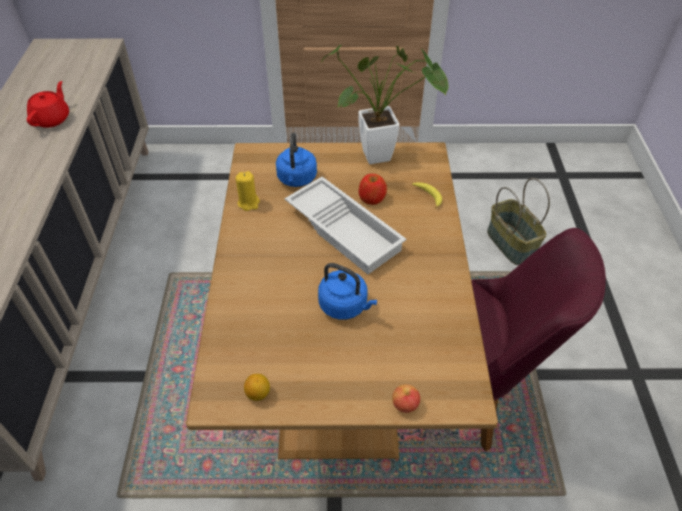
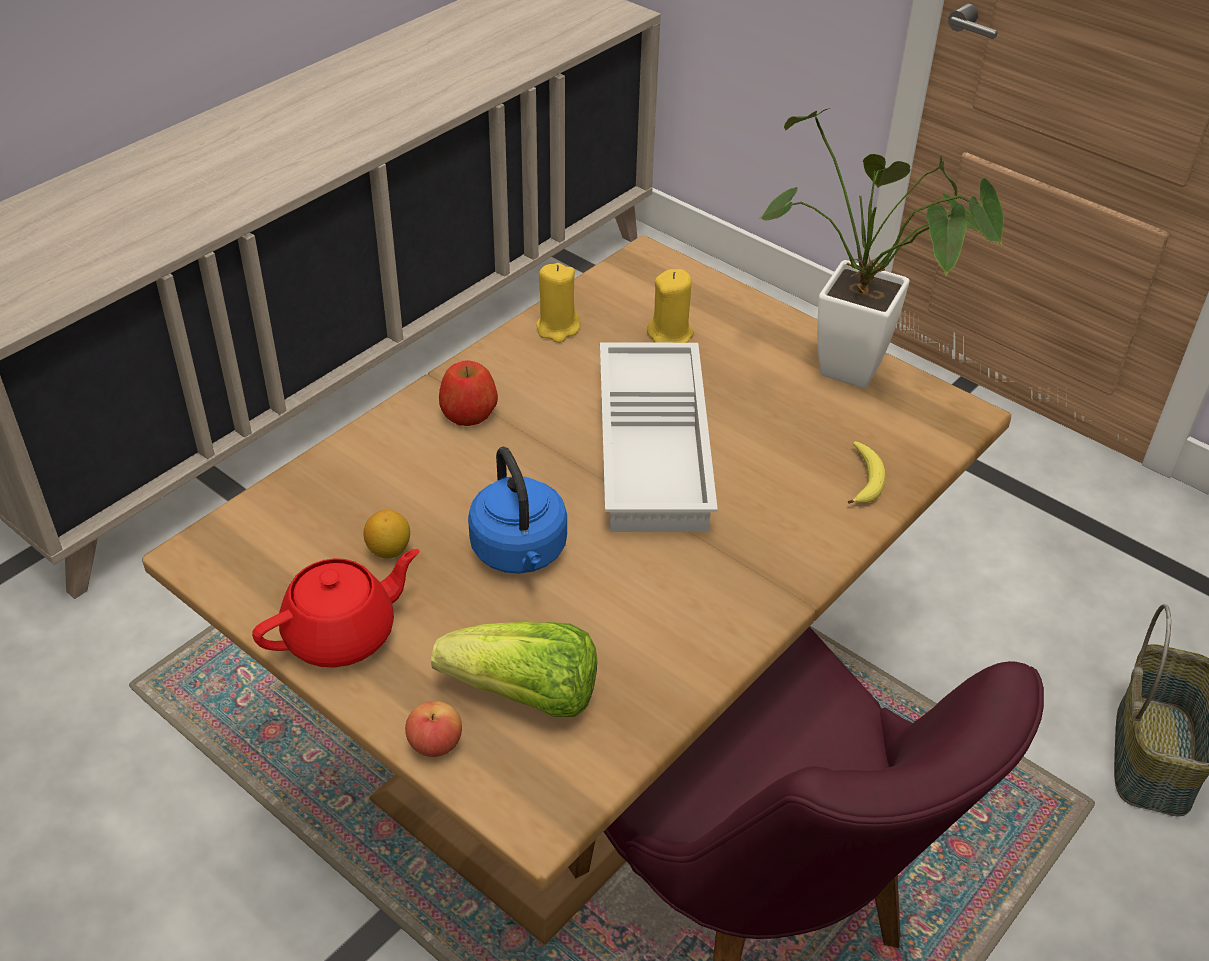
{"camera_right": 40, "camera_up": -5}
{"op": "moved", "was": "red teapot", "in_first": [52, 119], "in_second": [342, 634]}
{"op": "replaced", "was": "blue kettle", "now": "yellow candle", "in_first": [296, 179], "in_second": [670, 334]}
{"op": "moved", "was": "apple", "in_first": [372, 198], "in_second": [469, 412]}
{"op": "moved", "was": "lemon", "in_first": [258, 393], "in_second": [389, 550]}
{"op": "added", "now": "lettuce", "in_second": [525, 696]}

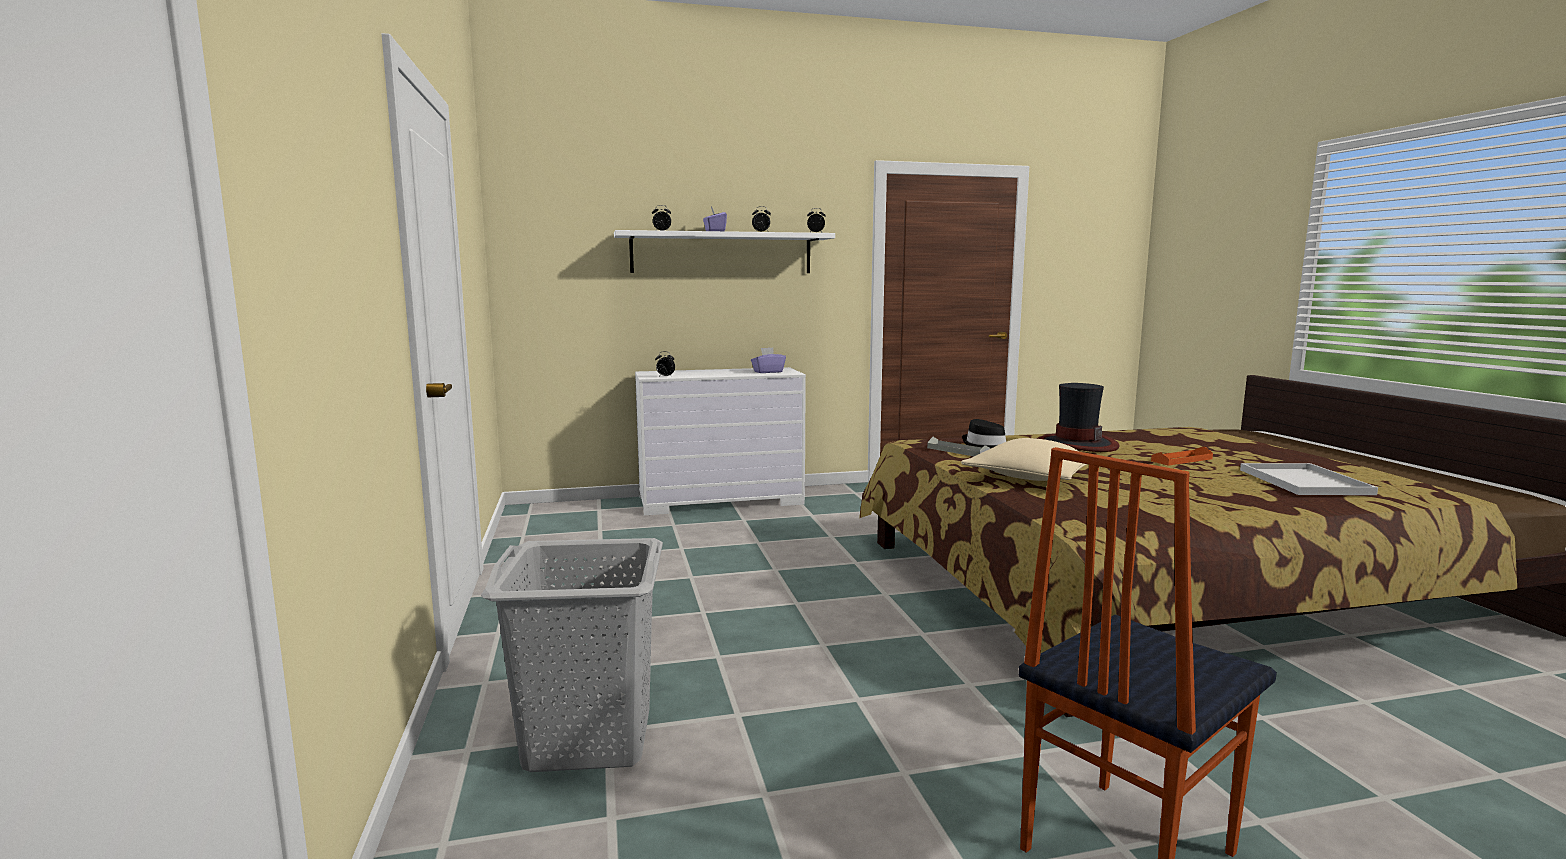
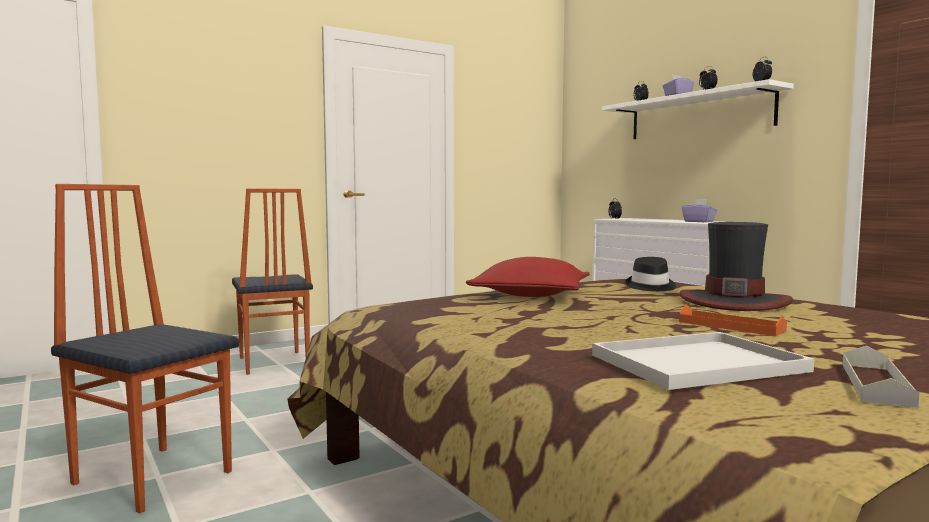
{"camera_right": 70, "camera_up": -5}
{"op": "moved", "was": "grey tray", "in_first": [958, 451], "in_second": [876, 384]}
{"op": "recoloured", "was": "beige pillow", "now": "red pillow", "in_first": [1030, 476], "in_second": [531, 295]}
{"op": "replaced", "was": "grey laundry basket", "now": "chair", "in_first": [589, 739], "in_second": [272, 363]}

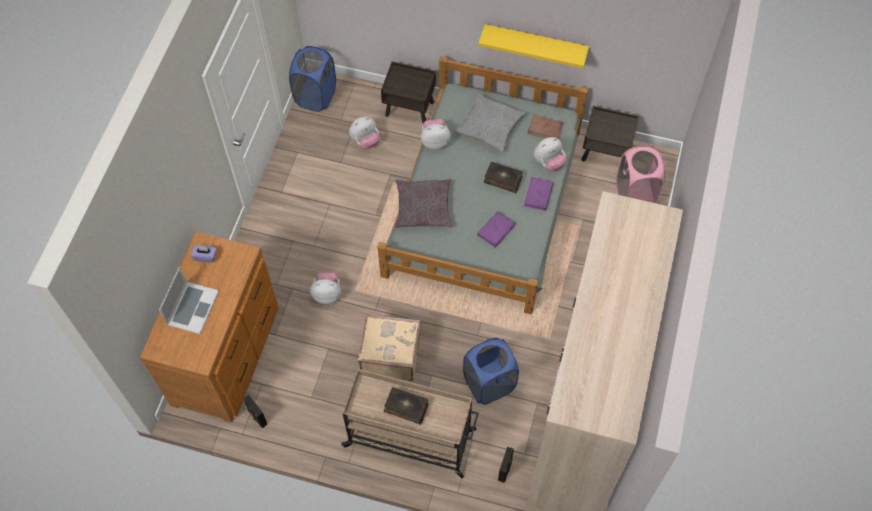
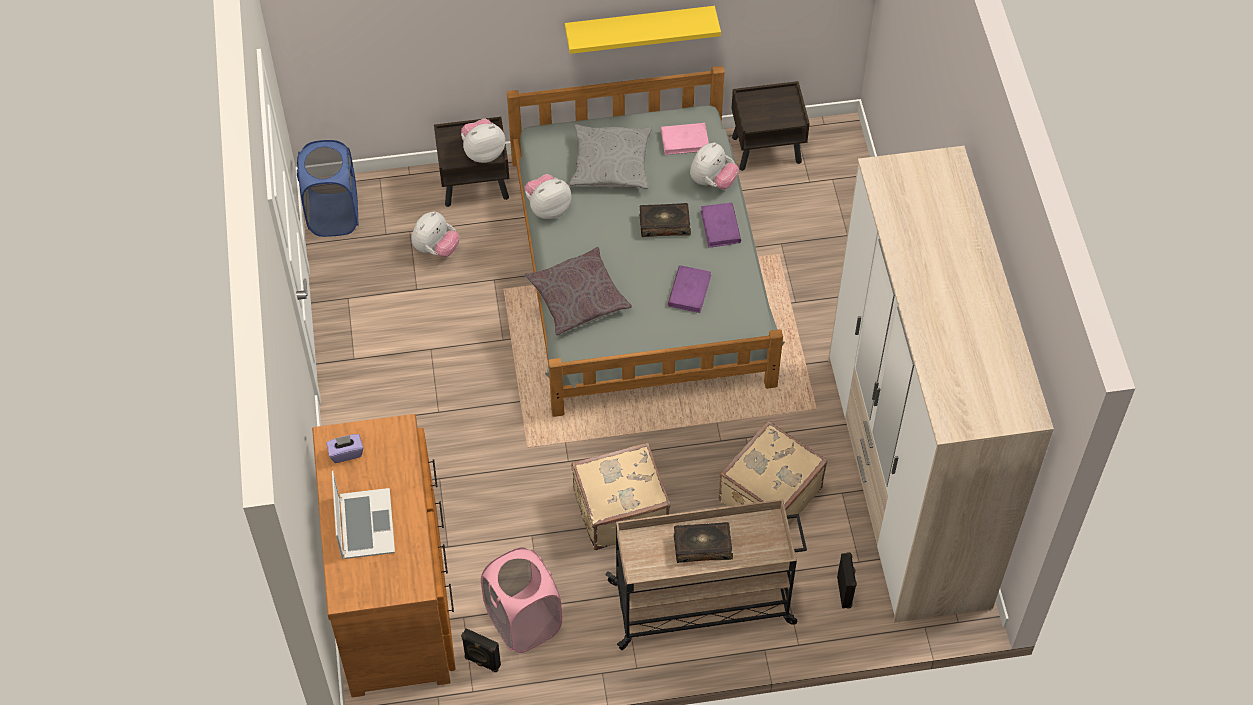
{"camera_right": -25, "camera_up": -5}
{"op": "recoloured", "was": "brown book", "now": "pink book", "in_first": [545, 129], "in_second": [685, 140]}
{"op": "moved", "was": "pink laundry basket", "in_first": [635, 194], "in_second": [523, 622]}
{"op": "moved", "was": "plush toy", "in_first": [327, 294], "in_second": [483, 152]}
{"op": "replaced", "was": "blue laundry basket", "now": "beige suitcase", "in_first": [489, 384], "in_second": [768, 494]}

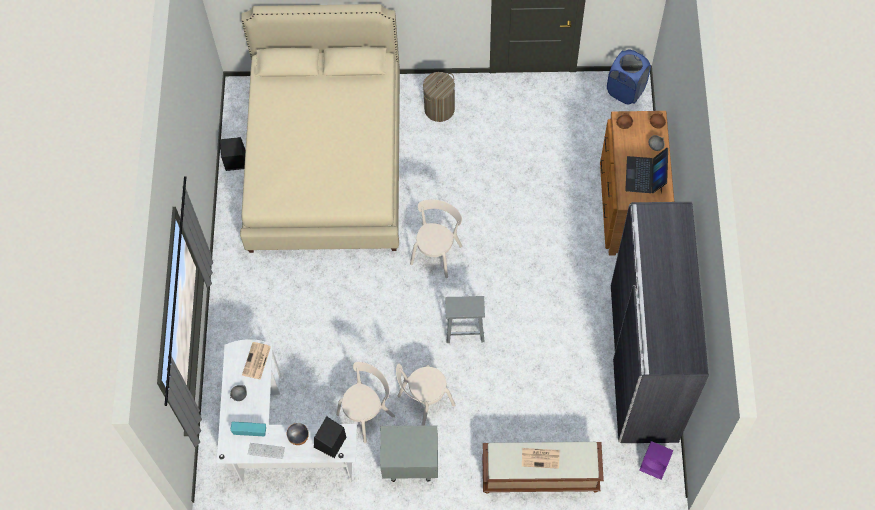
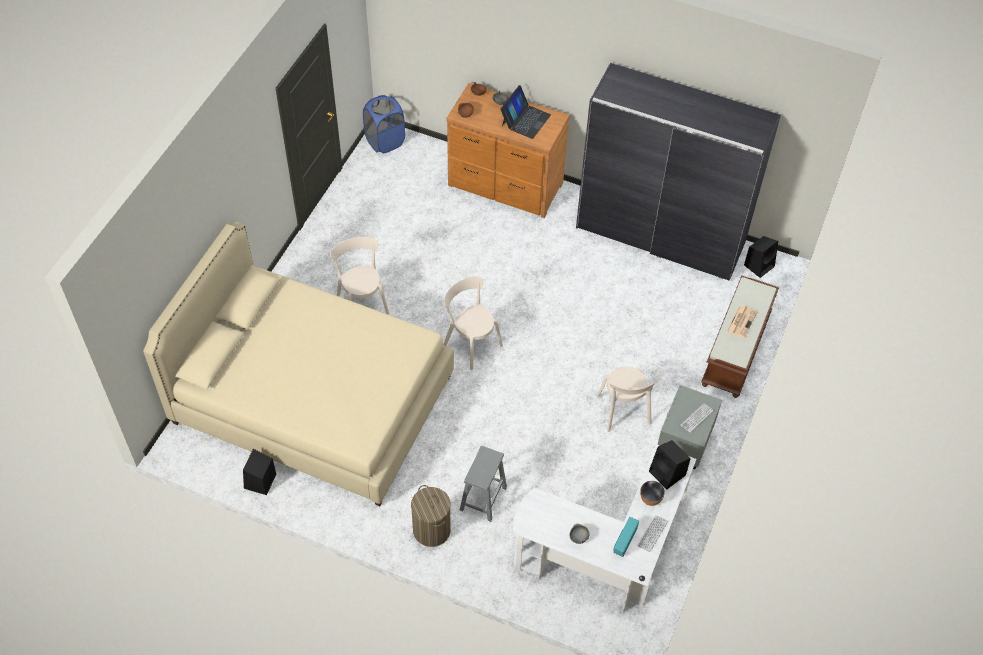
{"camera_right": -70, "camera_up": -10}
{"op": "moved", "was": "laundry basket", "in_first": [439, 109], "in_second": [431, 530]}
{"op": "turned", "was": "laptop", "in_first": [645, 175], "in_second": [525, 120], "clockwise": -90}
{"op": "moved", "was": "grey stool", "in_first": [465, 328], "in_second": [483, 497]}
{"op": "removed", "was": "newspaper", "in_first": [256, 361]}
{"op": "moved", "was": "beige chair", "in_first": [367, 413], "in_second": [362, 302]}
{"op": "recoloured", "was": "purple speaker", "now": "black speaker", "in_first": [655, 465], "in_second": [759, 265]}
{"op": "added", "now": "keyboard", "in_second": [696, 418]}

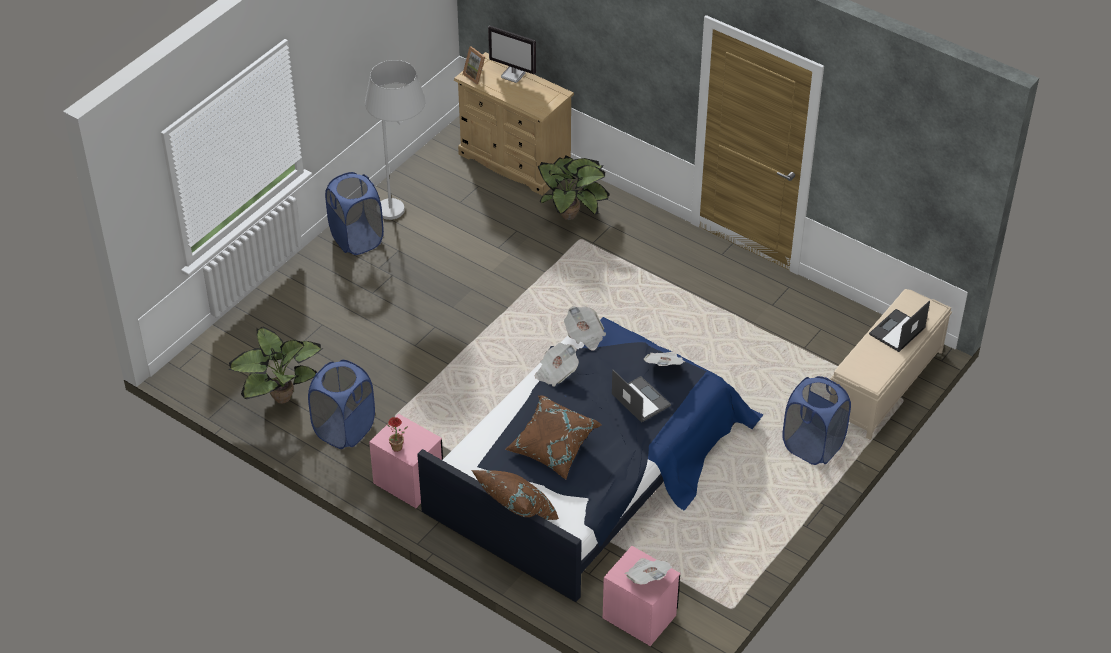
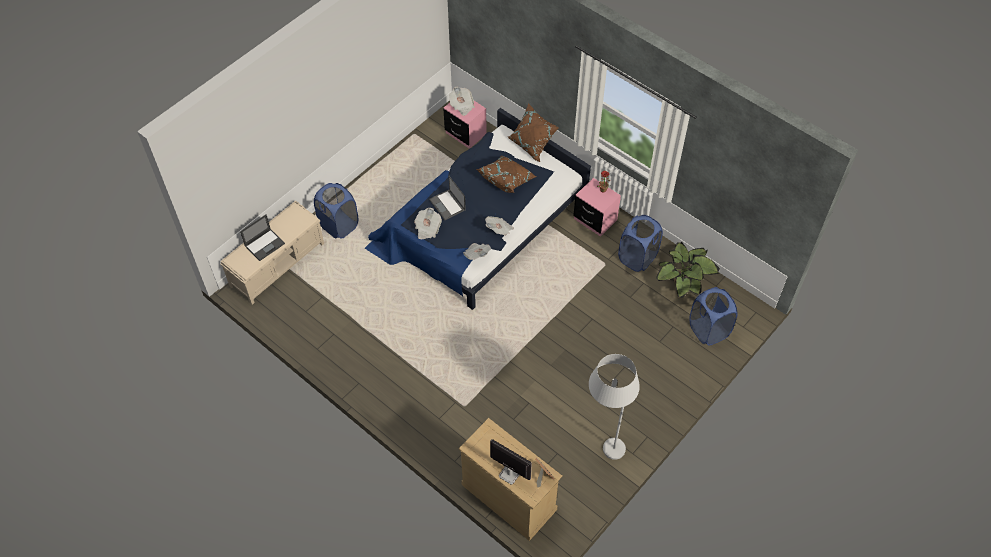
{"camera_right": -175, "camera_up": 10}
{"op": "removed", "was": "potted plant", "in_first": [572, 214]}
{"op": "moved", "was": "blue laundry basket", "in_first": [357, 239], "in_second": [708, 330]}

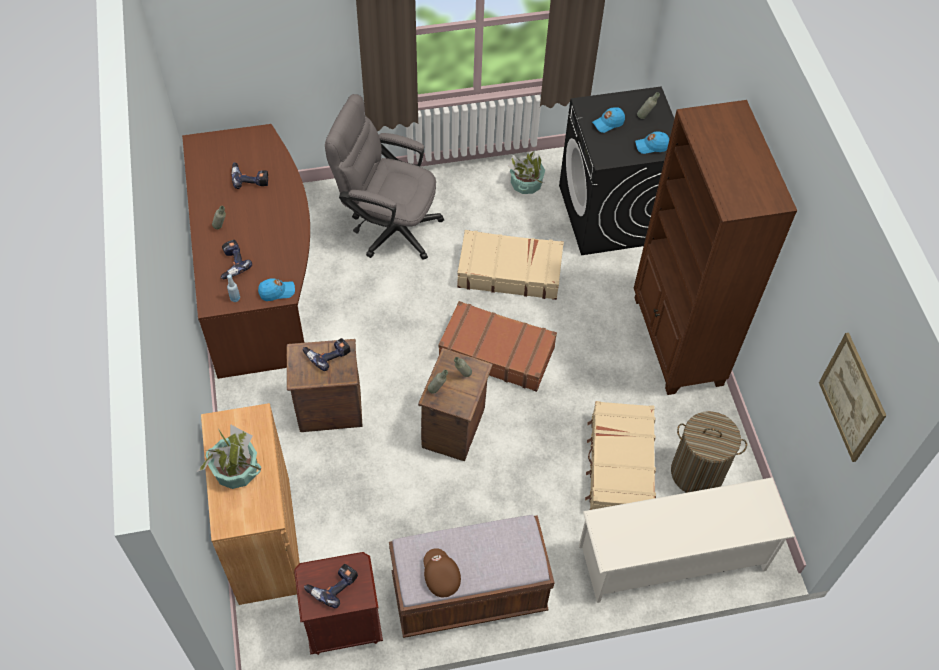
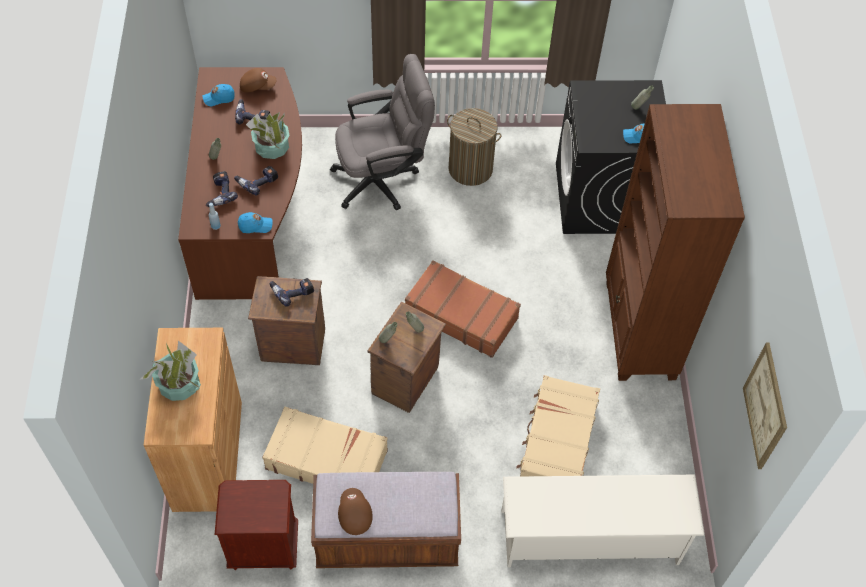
{"camera_right": 10, "camera_up": 0}
{"op": "turned", "was": "grey office chair", "in_first": [388, 226], "in_second": [383, 179], "clockwise": 135}
{"op": "moved", "was": "blue cap", "in_first": [608, 123], "in_second": [219, 98]}
{"op": "moved", "was": "potted plant", "in_first": [526, 184], "in_second": [272, 147]}
{"op": "moved", "was": "beige suitcase", "in_first": [509, 271], "in_second": [326, 458]}
{"op": "moved", "was": "laundry basket", "in_first": [697, 472], "in_second": [470, 169]}
{"op": "moved", "was": "power drill", "in_first": [332, 585], "in_second": [257, 181]}
{"op": "added", "now": "brown cap", "in_second": [257, 86]}

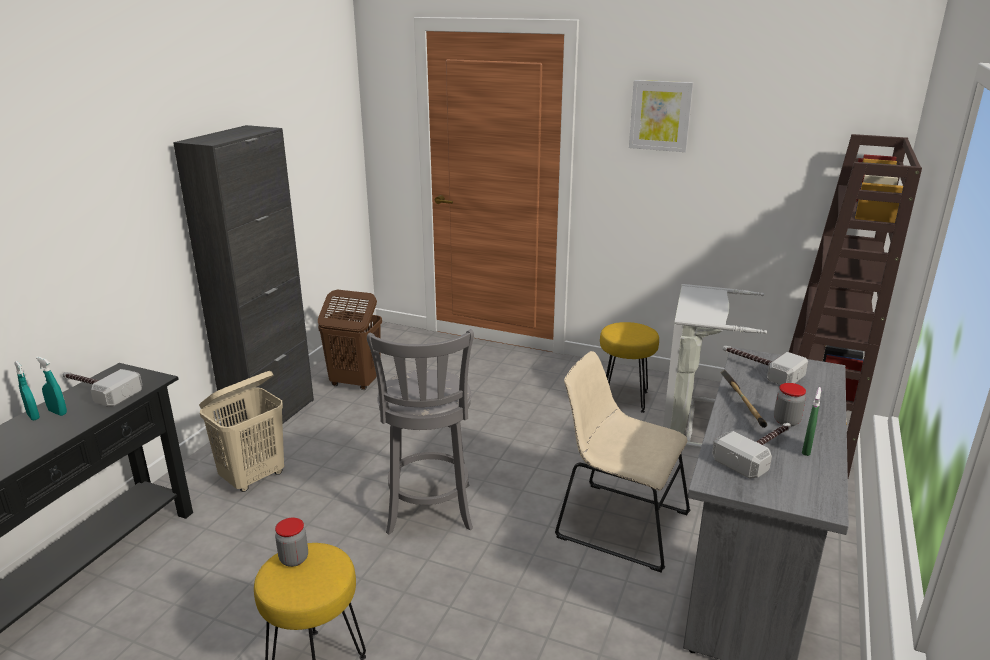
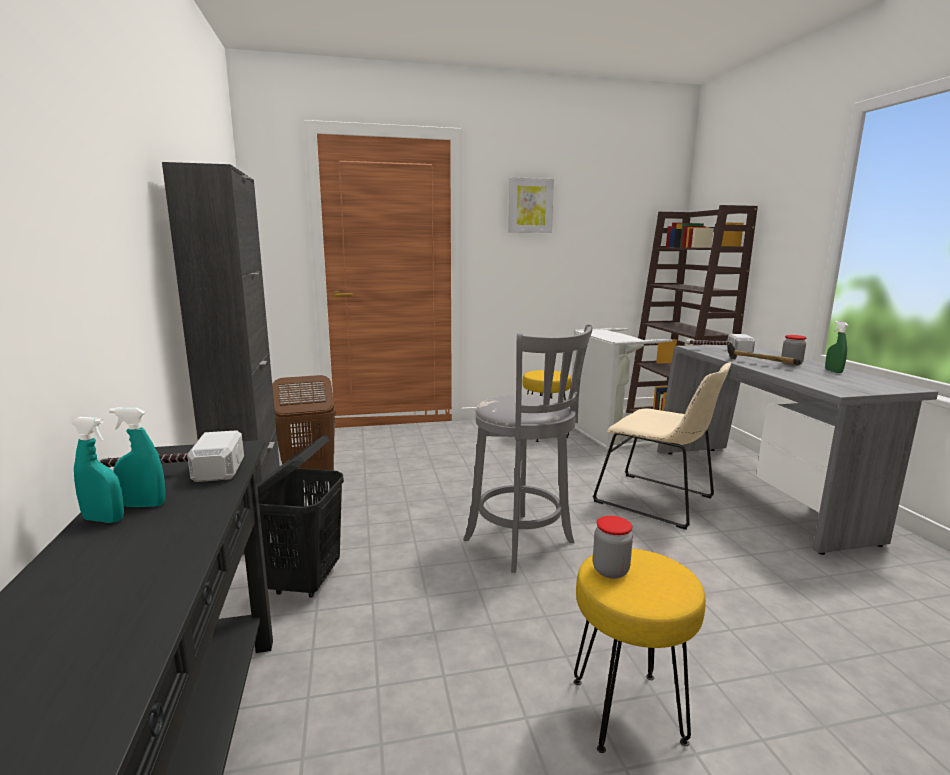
{"camera_right": -35, "camera_up": -10}
{"op": "turned", "was": "beige chair", "in_first": [617, 523], "in_second": [658, 501], "clockwise": -135}
{"op": "recoloured", "was": "beige laundry basket", "now": "black laundry basket", "in_first": [253, 477], "in_second": [305, 581]}
{"op": "removed", "was": "hammer", "in_first": [759, 452]}

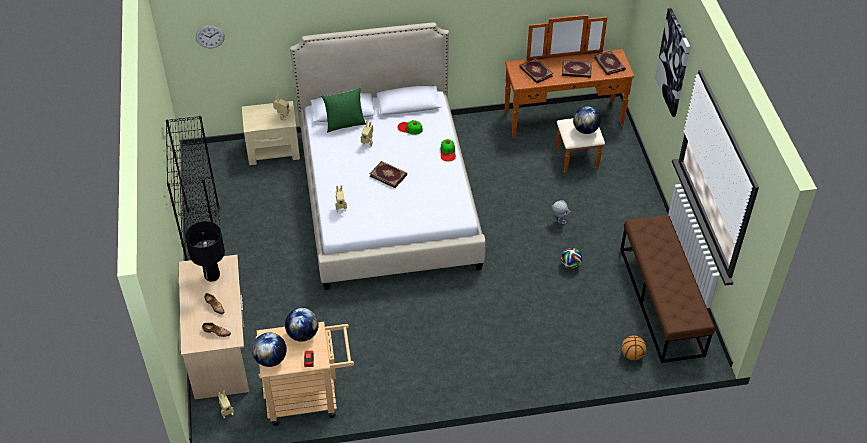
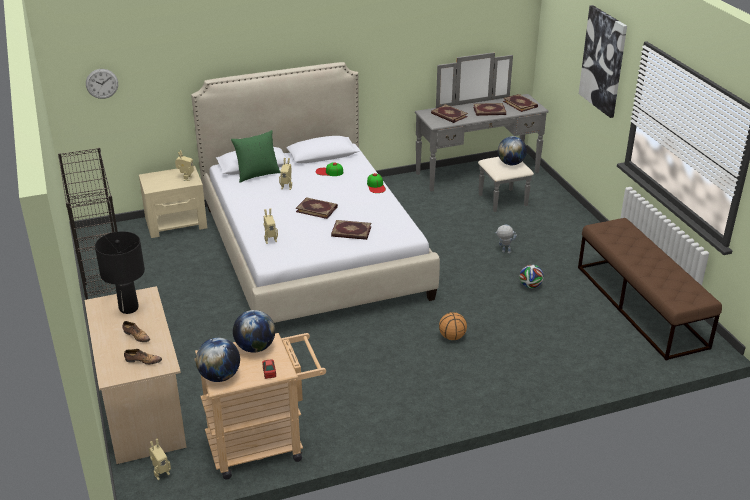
{"camera_right": -10, "camera_up": -15}
{"op": "recoloured", "was": "brown dresser", "now": "grey dresser", "in_first": [567, 127], "in_second": [483, 179]}
{"op": "moved", "was": "basketball", "in_first": [632, 355], "in_second": [452, 337]}
{"op": "added", "now": "book", "in_second": [351, 232]}

